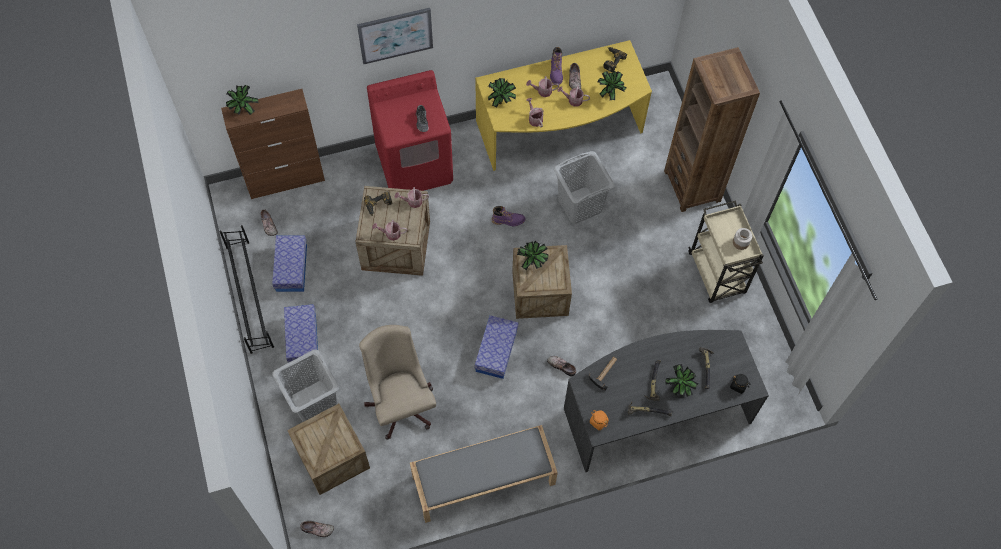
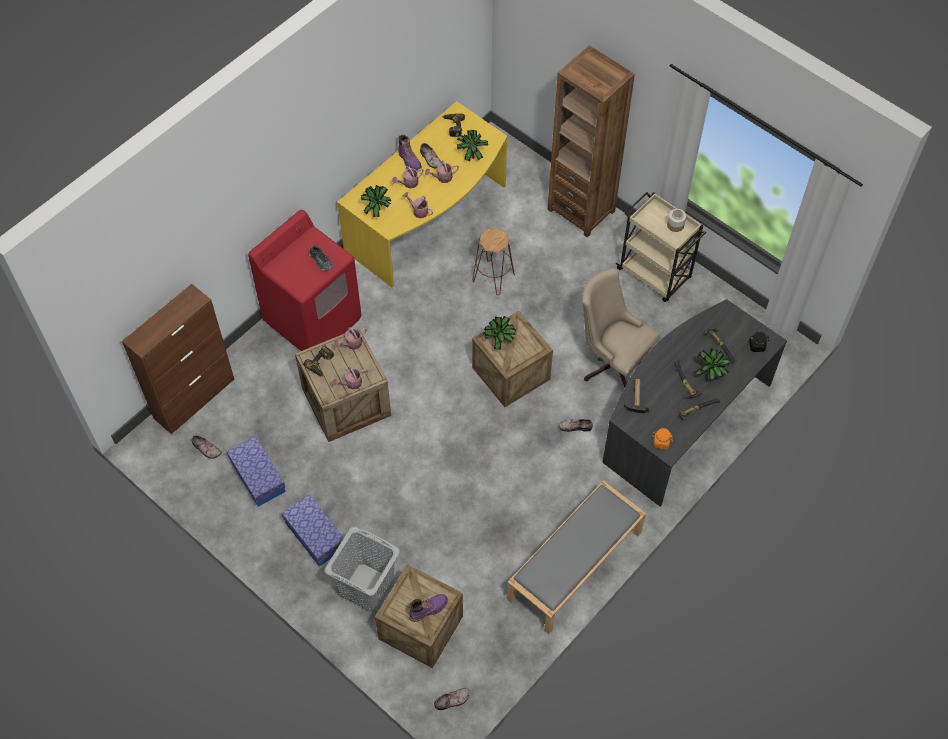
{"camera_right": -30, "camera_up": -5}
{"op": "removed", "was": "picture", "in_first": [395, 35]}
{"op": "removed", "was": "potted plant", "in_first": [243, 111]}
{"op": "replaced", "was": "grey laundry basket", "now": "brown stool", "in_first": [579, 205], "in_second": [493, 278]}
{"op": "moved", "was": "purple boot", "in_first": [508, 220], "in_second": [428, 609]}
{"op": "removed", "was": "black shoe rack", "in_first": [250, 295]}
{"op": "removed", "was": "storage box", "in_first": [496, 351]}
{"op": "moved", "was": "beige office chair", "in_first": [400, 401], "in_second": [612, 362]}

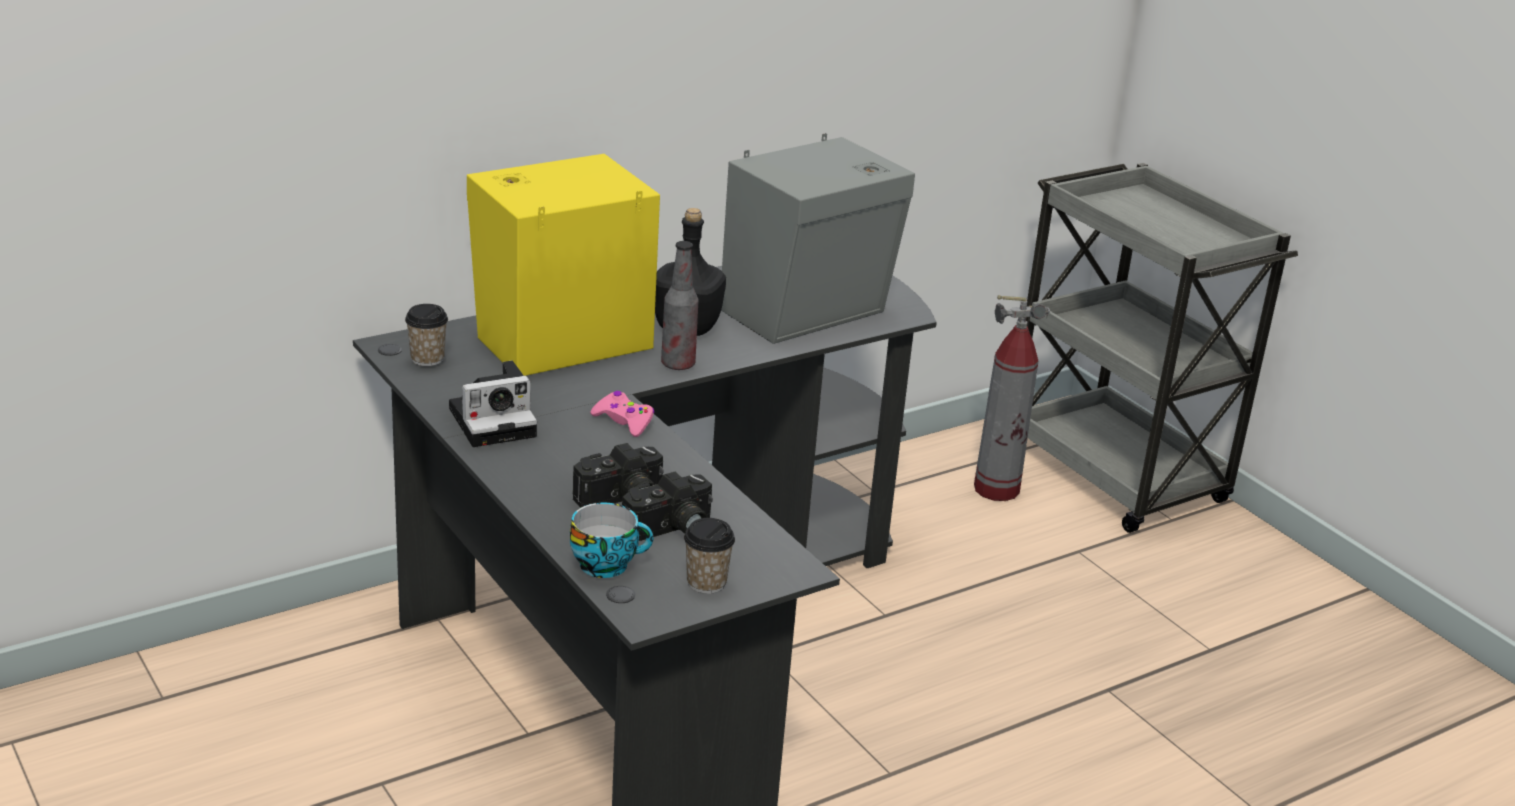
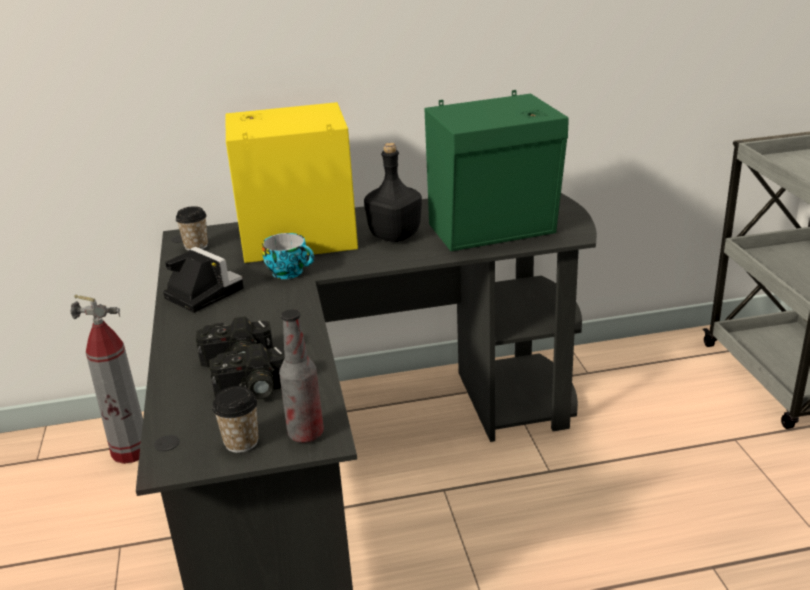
{"camera_right": 25, "camera_up": 0}
{"op": "recoloured", "was": "grey speaker", "now": "green speaker", "in_first": [809, 313], "in_second": [496, 231]}
{"op": "moved", "was": "bottle", "in_first": [678, 364], "in_second": [306, 434]}
{"op": "moved", "was": "fire extinguisher", "in_first": [997, 489], "in_second": [131, 451]}
{"op": "turned", "was": "photo camera", "in_first": [495, 421], "in_second": [201, 293], "clockwise": -135}
{"op": "removed", "was": "pink game controller", "in_first": [624, 421]}
{"op": "moved", "was": "cup", "in_first": [607, 564], "in_second": [290, 272]}

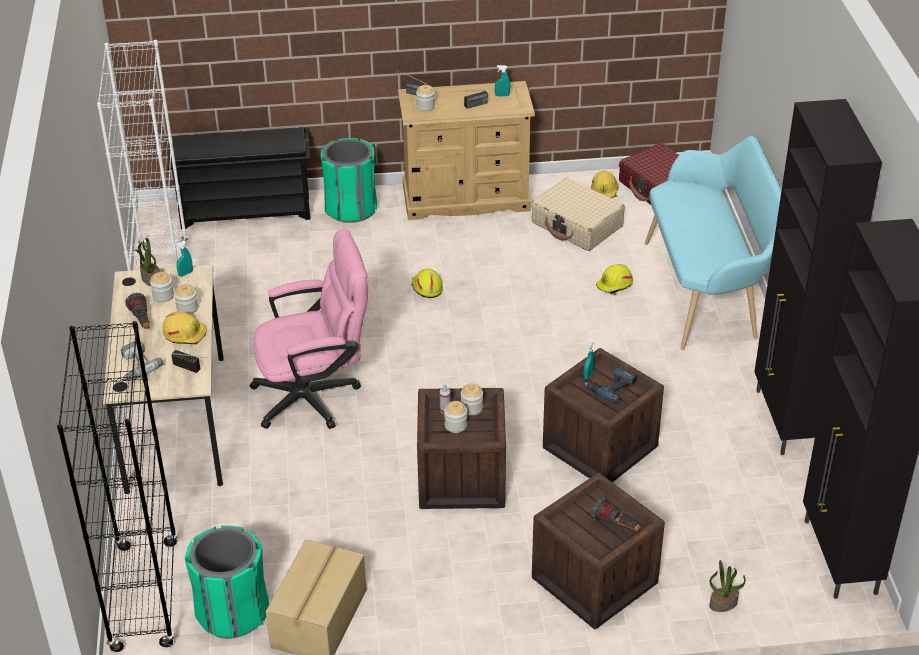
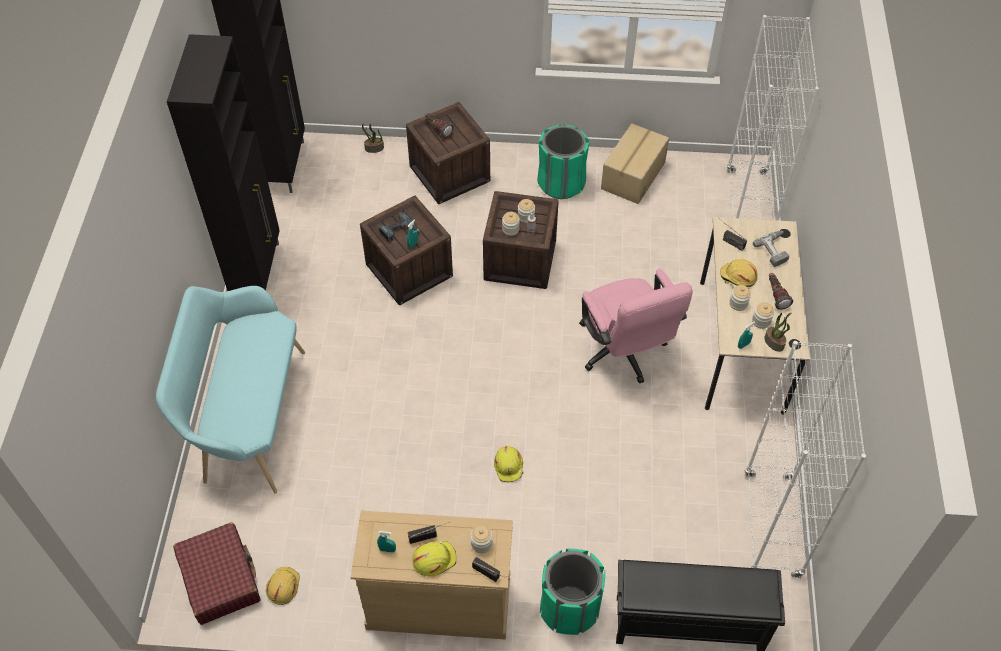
{"camera_right": -170, "camera_up": 15}
{"op": "removed", "was": "beige suitcase", "in_first": [577, 225]}
{"op": "turned", "was": "pink office chair", "in_first": [316, 396], "in_second": [624, 353], "clockwise": -105}
{"op": "moved", "was": "yellow hard hat", "in_first": [615, 285], "in_second": [434, 559]}
{"op": "recoloured", "was": "black bookcase", "now": "white bookcase", "in_first": [145, 596], "in_second": [749, 206]}
{"op": "moved", "was": "green trash can", "in_first": [232, 613], "in_second": [561, 183]}

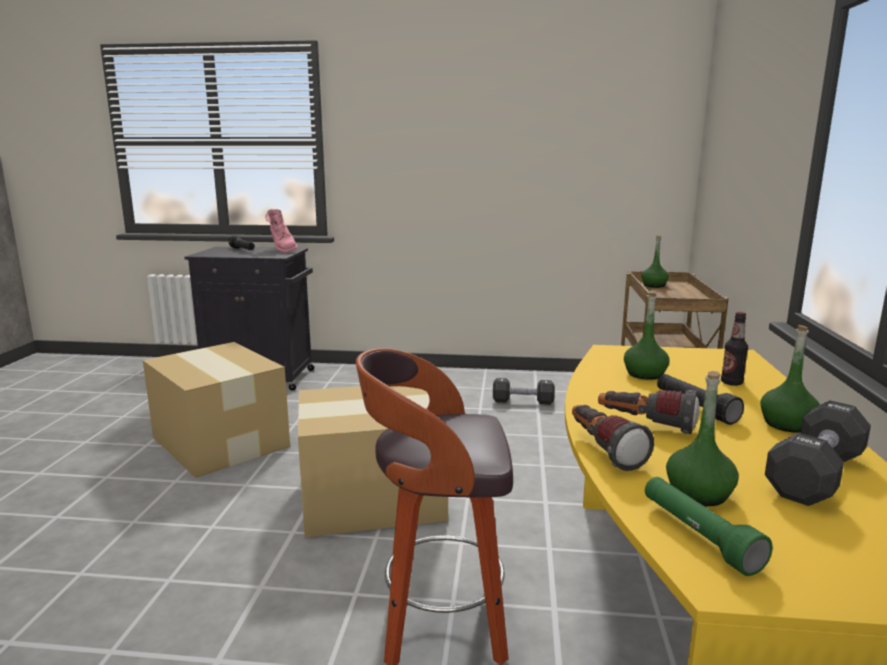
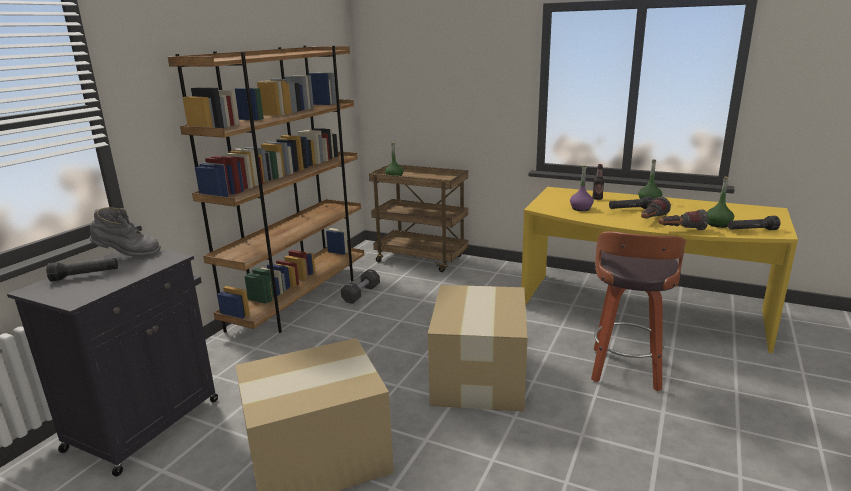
{"camera_right": -70, "camera_up": 5}
{"op": "recoloured", "was": "pink boot", "now": "grey boot", "in_first": [282, 250], "in_second": [128, 255]}
{"op": "recoloured", "was": "green bottle", "now": "purple bottle", "in_first": [645, 374], "in_second": [581, 208]}
{"op": "removed", "was": "black dumbbell", "in_first": [815, 475]}
{"op": "recoloured", "was": "green flashlight", "now": "black flashlight", "in_first": [698, 536], "in_second": [751, 230]}
{"op": "added", "now": "brown bookcase", "in_second": [300, 299]}

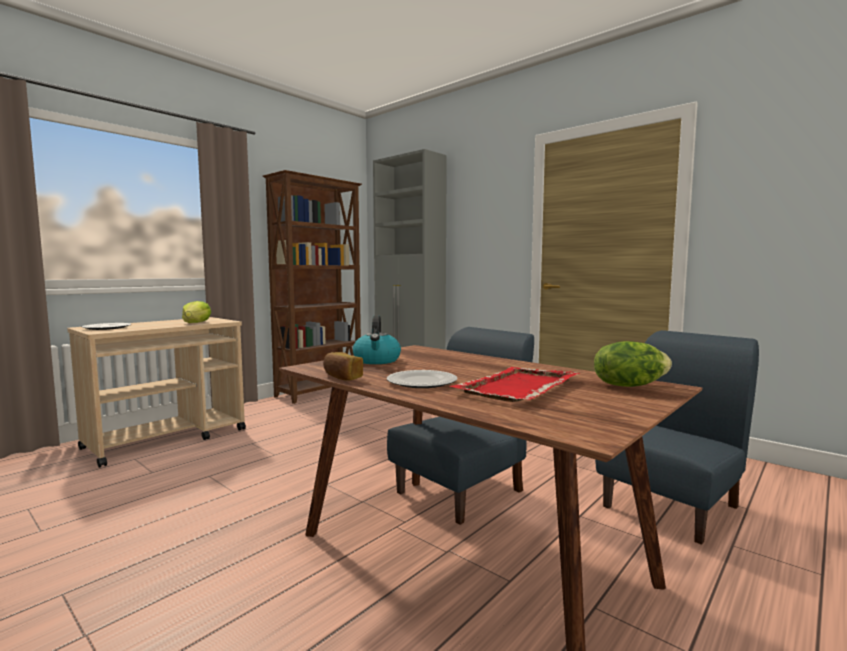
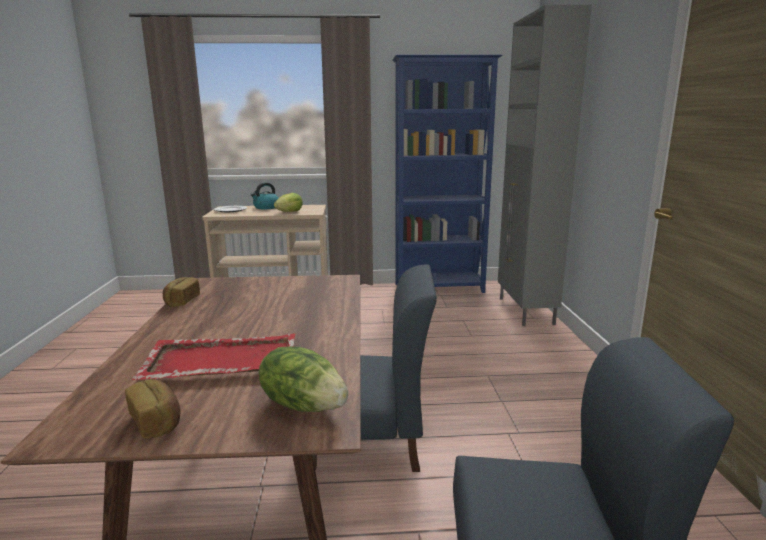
{"camera_right": 45, "camera_up": 10}
{"op": "recoloured", "was": "brown bookcase", "now": "blue bookcase", "in_first": [320, 392], "in_second": [440, 288]}
{"op": "moved", "was": "kettle", "in_first": [377, 361], "in_second": [266, 207]}
{"op": "removed", "was": "plate", "in_first": [422, 382]}
{"op": "added", "now": "bread", "in_second": [157, 421]}

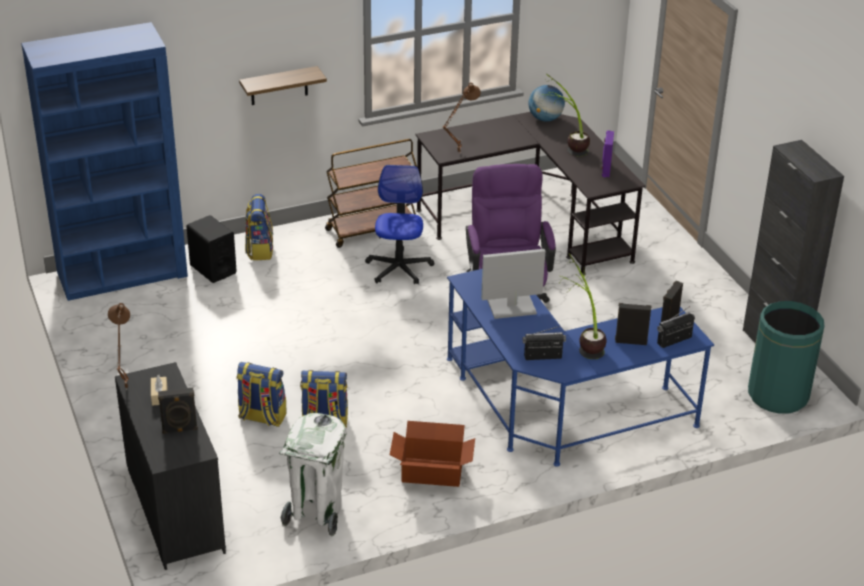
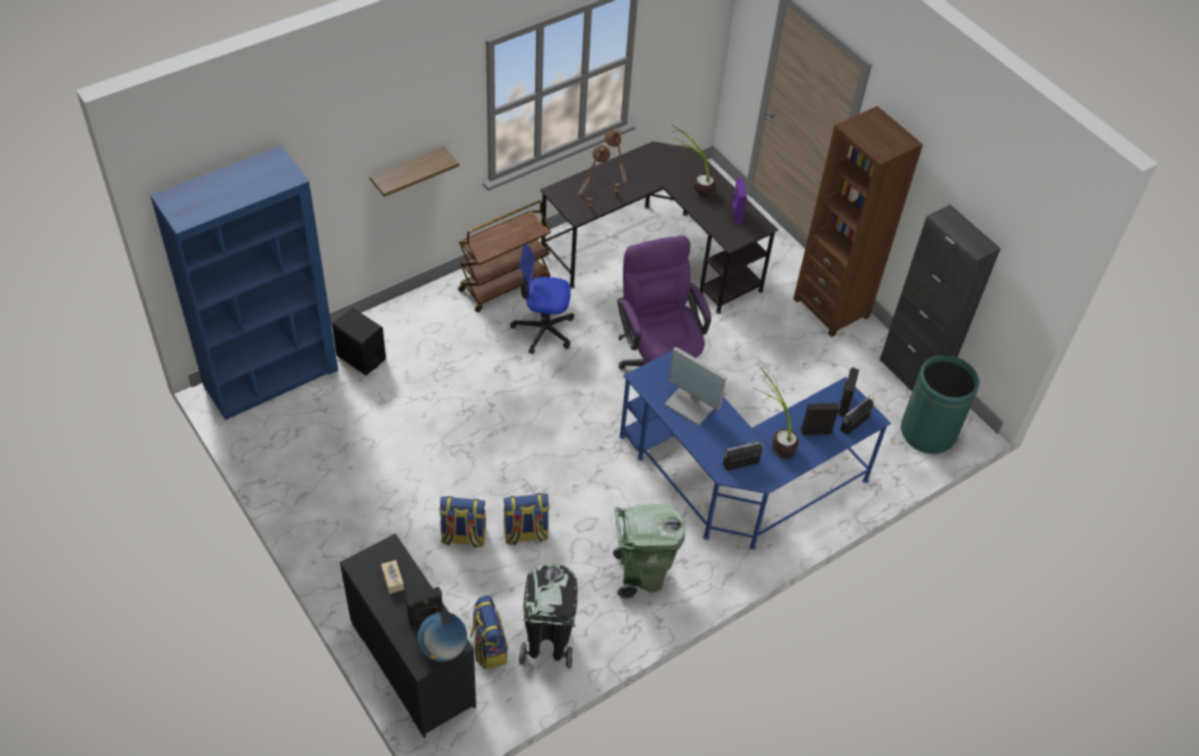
{"camera_right": -15, "camera_up": 15}
{"op": "moved", "was": "globe", "in_first": [545, 119], "in_second": [443, 648]}
{"op": "turned", "was": "office chair", "in_first": [399, 268], "in_second": [543, 330], "clockwise": -75}
{"op": "moved", "was": "backpack", "in_first": [259, 249], "in_second": [488, 647]}
{"op": "turned", "was": "monitor", "in_first": [510, 305], "in_second": [693, 403], "clockwise": -120}
{"op": "moved", "was": "brown table lamp", "in_first": [125, 389], "in_second": [614, 195]}
{"op": "recoloured", "was": "white trash can", "now": "black trash can", "in_first": [316, 513], "in_second": [547, 644]}
{"op": "replaced", "was": "cardboard box", "now": "green trash can", "in_first": [431, 471], "in_second": [641, 575]}
{"op": "added", "now": "brown bookcase", "in_second": [831, 307]}

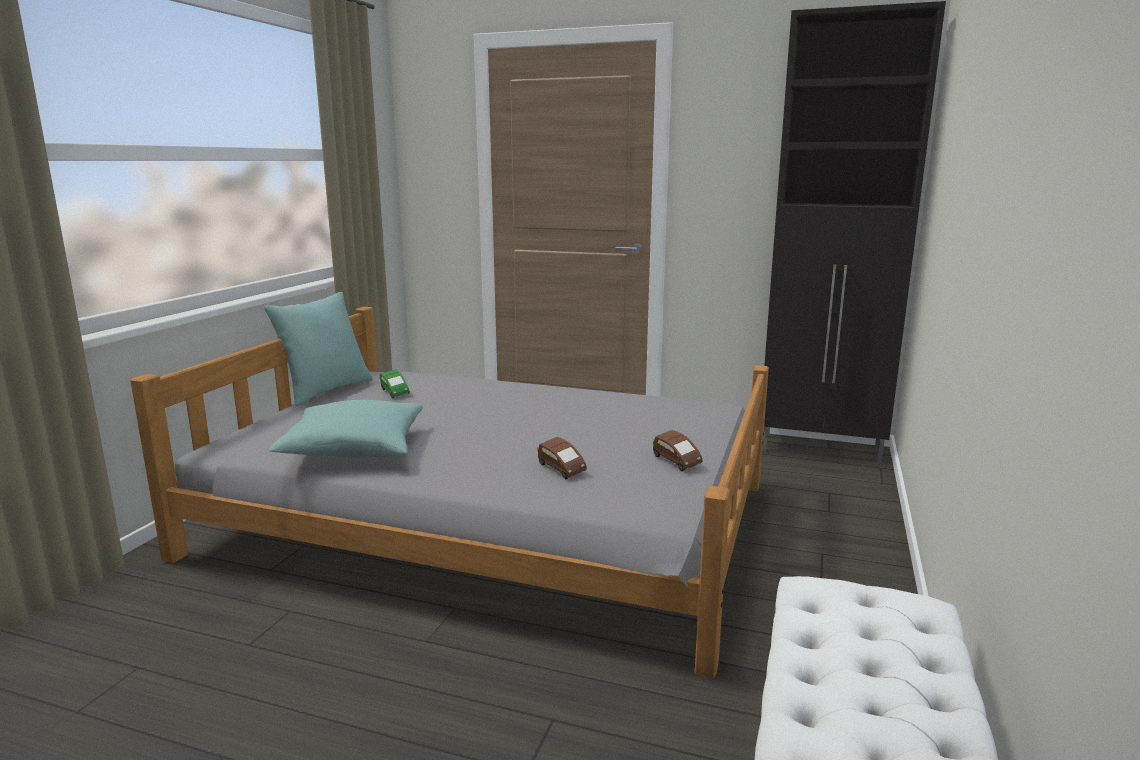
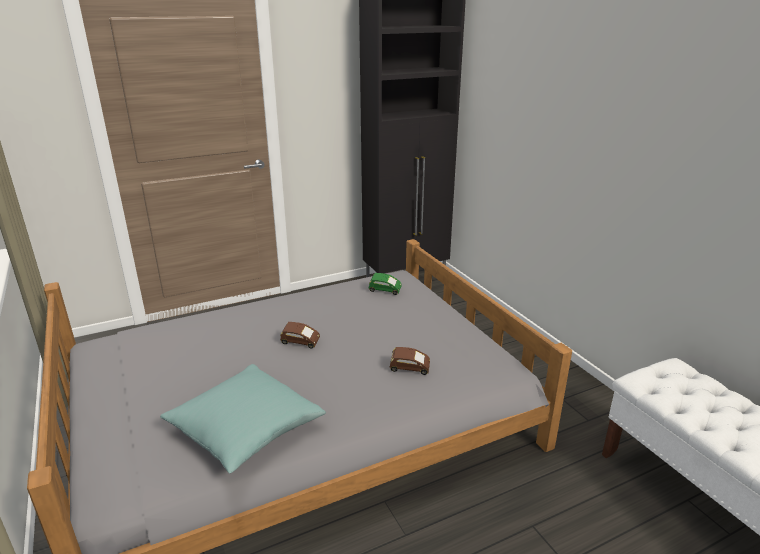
{"camera_right": -45, "camera_up": 10}
{"op": "removed", "was": "turquoise pillow", "in_first": [326, 391]}
{"op": "moved", "was": "green toy car", "in_first": [394, 393], "in_second": [384, 291]}
{"op": "moved", "was": "brown toy car", "in_first": [675, 462], "in_second": [300, 343]}

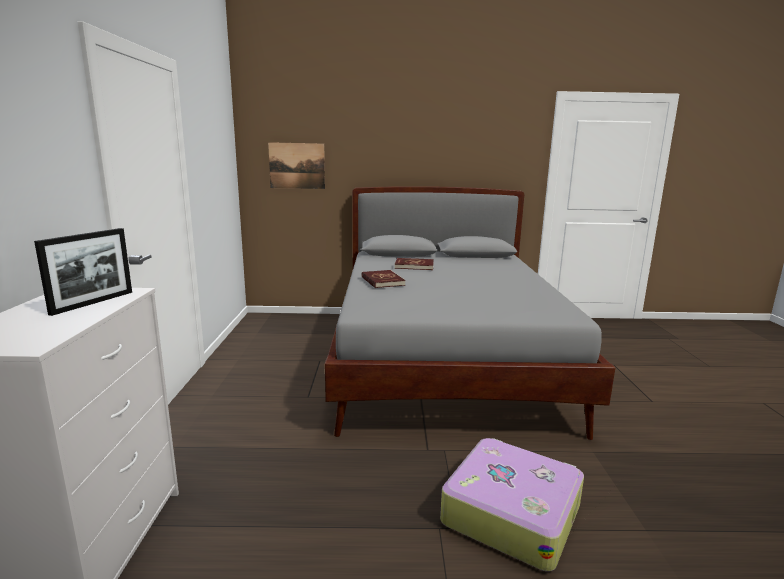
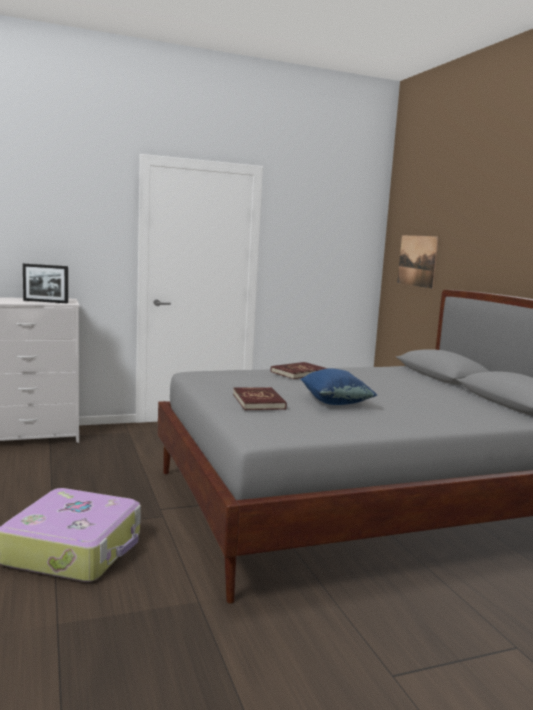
{"camera_right": 70, "camera_up": -5}
{"op": "moved", "was": "red book", "in_first": [414, 266], "in_second": [259, 401]}
{"op": "added", "now": "blue pillow", "in_second": [335, 403]}

